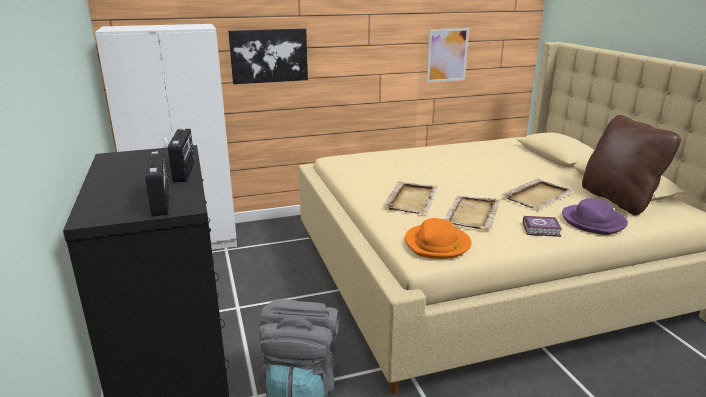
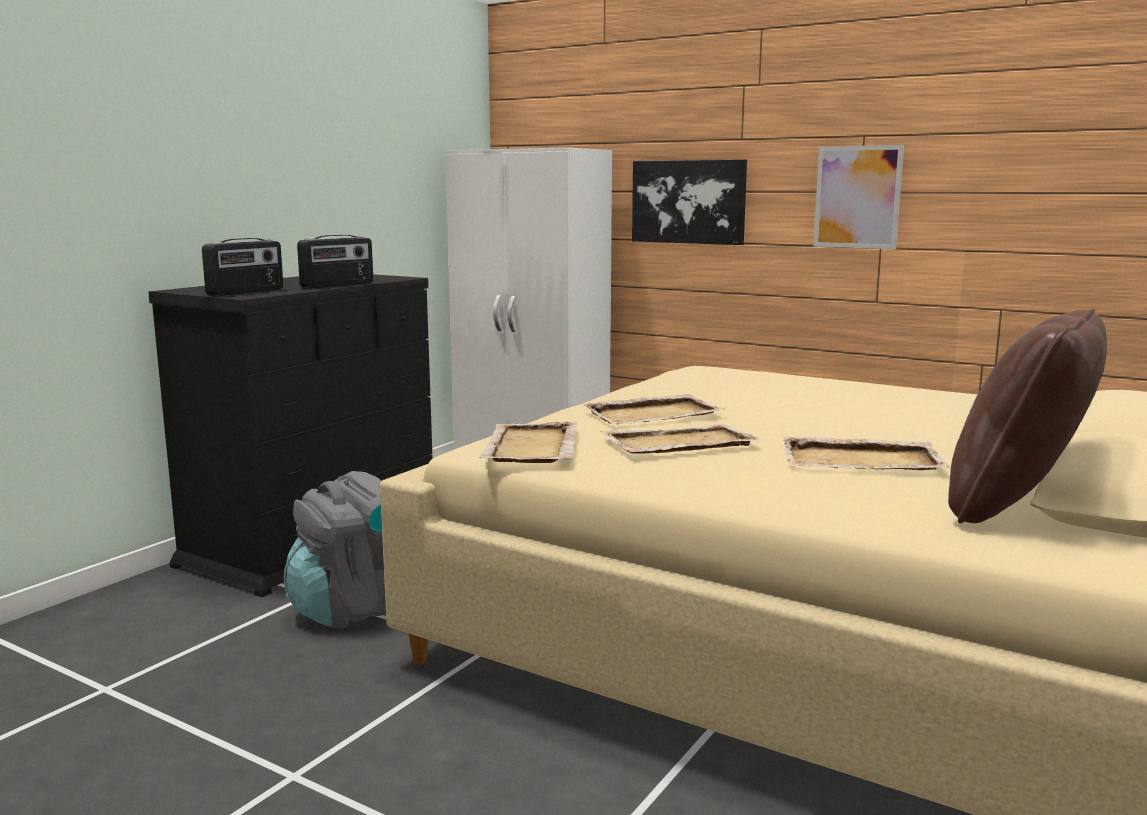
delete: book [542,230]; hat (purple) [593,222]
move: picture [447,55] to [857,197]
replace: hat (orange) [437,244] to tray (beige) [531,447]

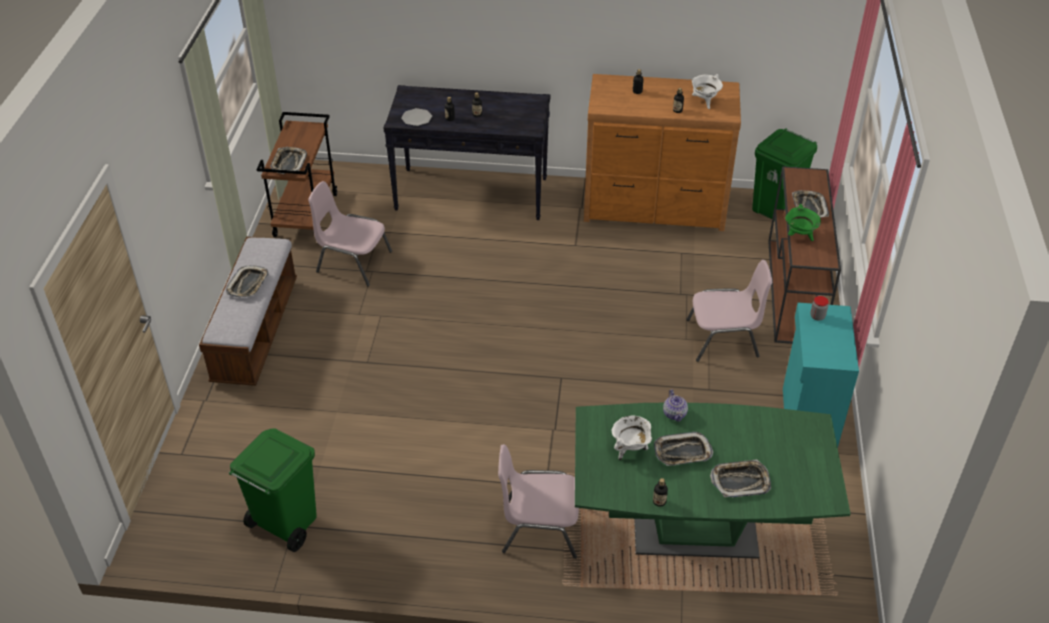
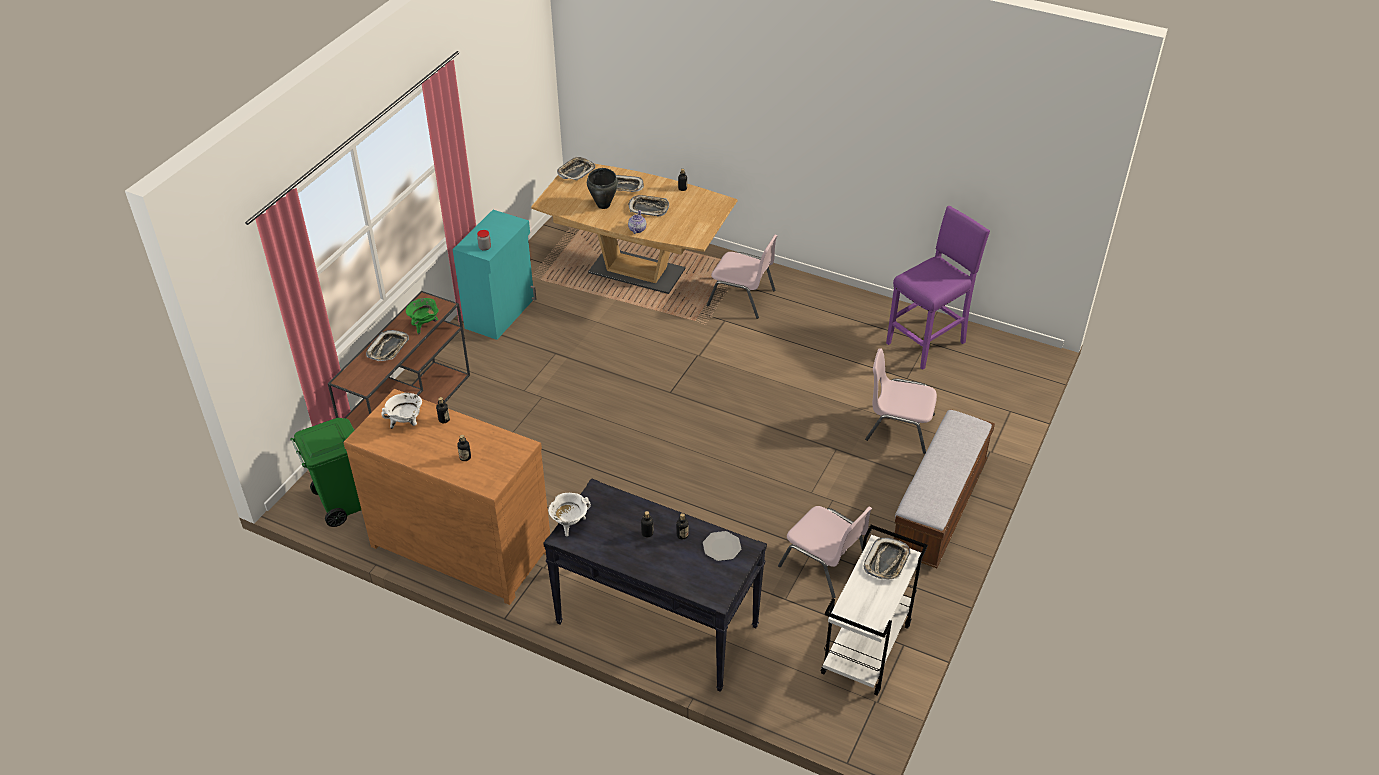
insert: cooking pot (black) [603,205]
move: tray [248,284] to [576,171]; cooking pot (white) [630,449] to [570,524]; chair (pink) [723,339] to [898,427]
replace: trash can (green) [285,524] to stool (purple) [927,342]
recolor: cart (brown) [305,214] to cart (white) [866,650]; dining table (green) [695,532] to dining table (brown) [636,271]

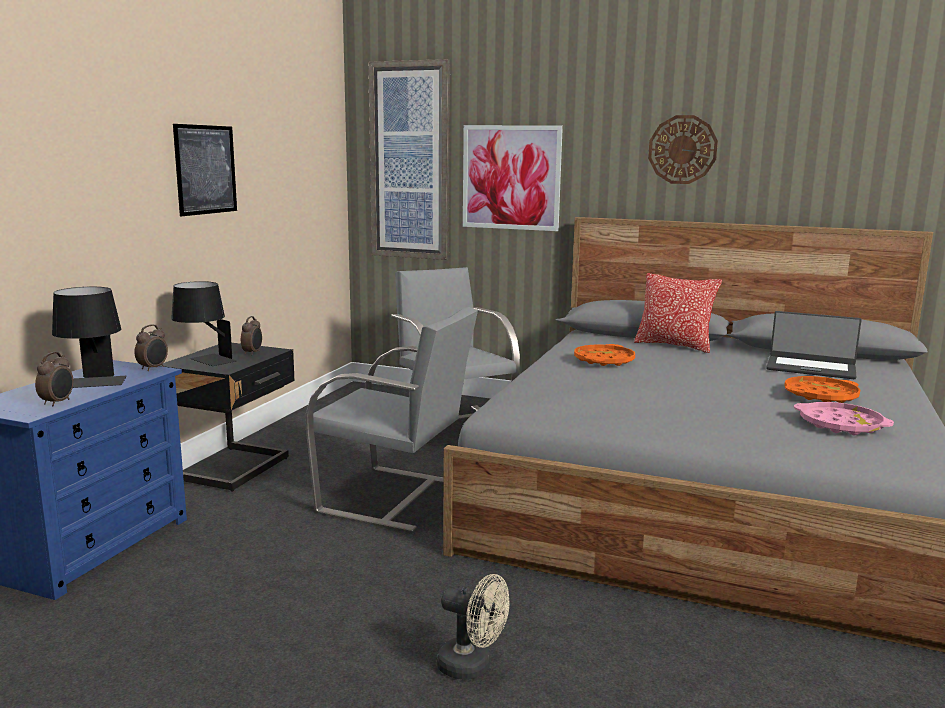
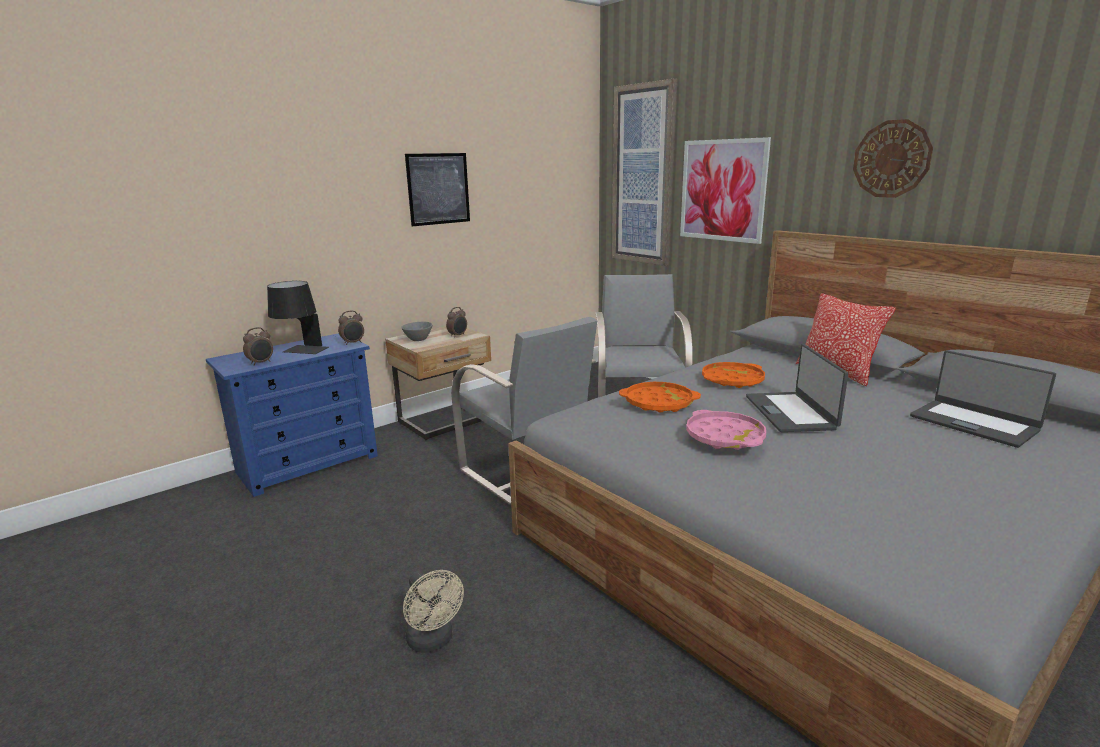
insert: laptop [791,412]
move: tray (orange) [820,395] to [658,403]; tray (pink) [840,425] to [725,437]
replace: table lamp (black) [204,361] to bowl (grey) [417,339]
recolor: nightstand (black) [235,469] to nightstand (beige) [445,422]

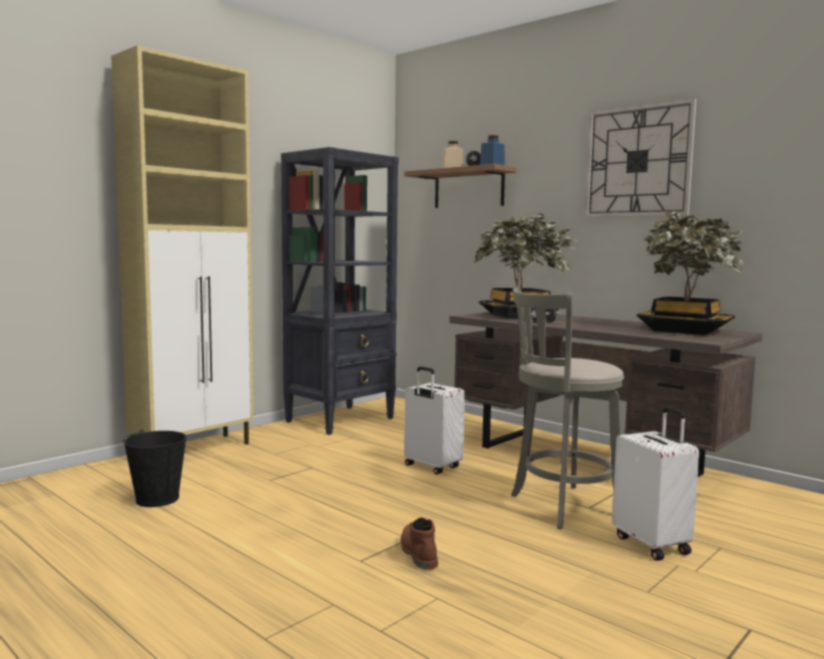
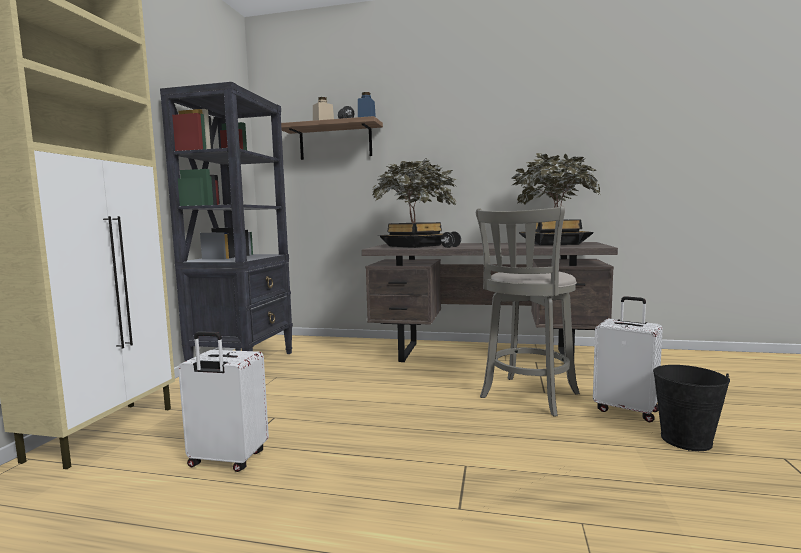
delete: boot (brown) [417,553]; wall clock [638,161]
move: bucket (black) [157,499] to [685,440]; suitcase (white) [431,467] to [227,460]

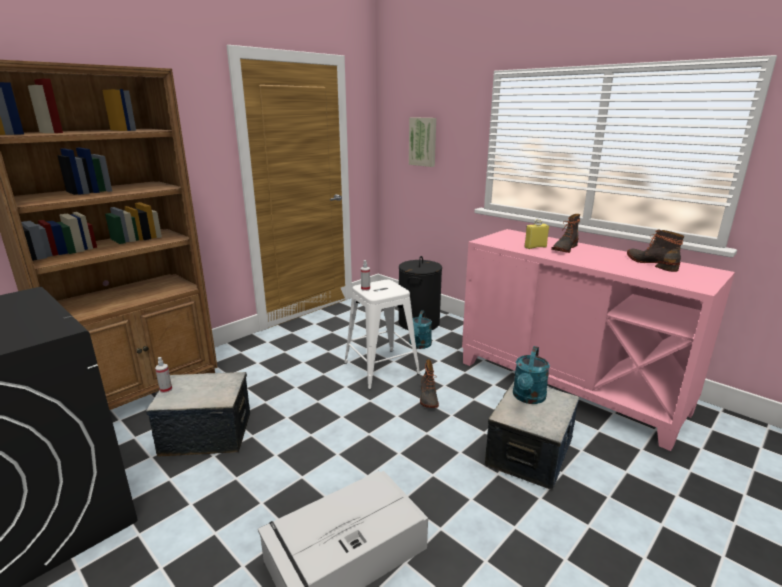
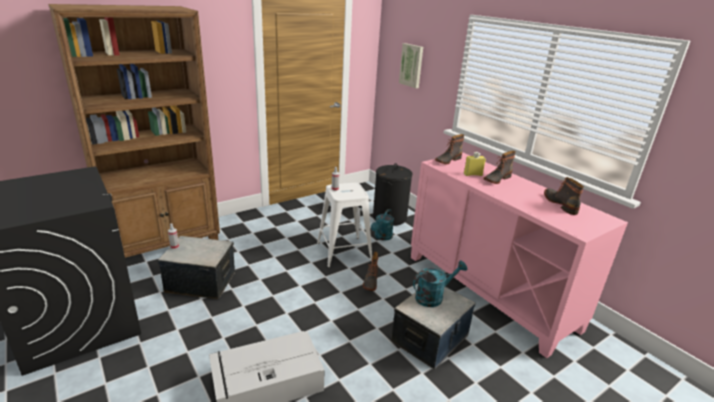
insert: boot [447,160]
rotate: watering can (turquoise) [528,398] = [433,297] 150 degrees counterclockwise

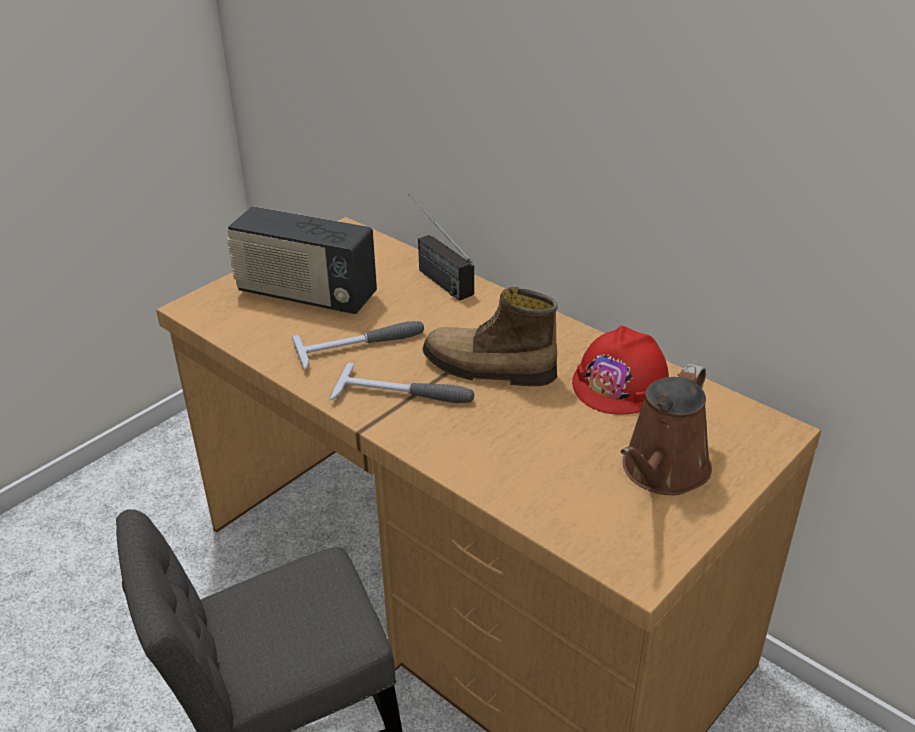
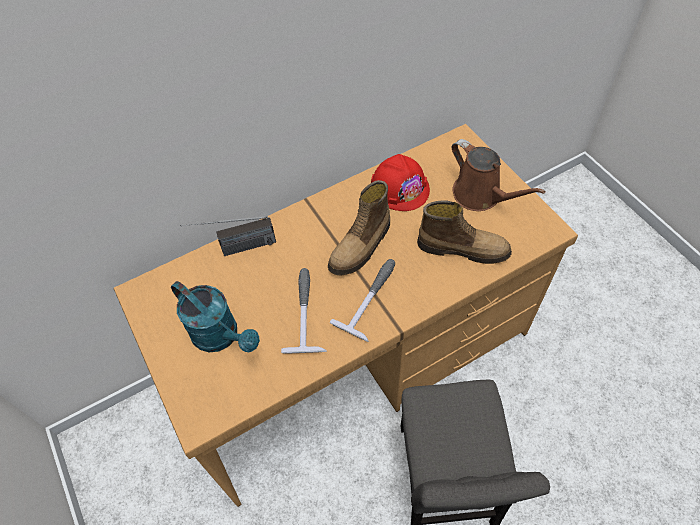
insert: boot [463,248]
replace: radio [306,295] to watering can (turquoise) [221,336]

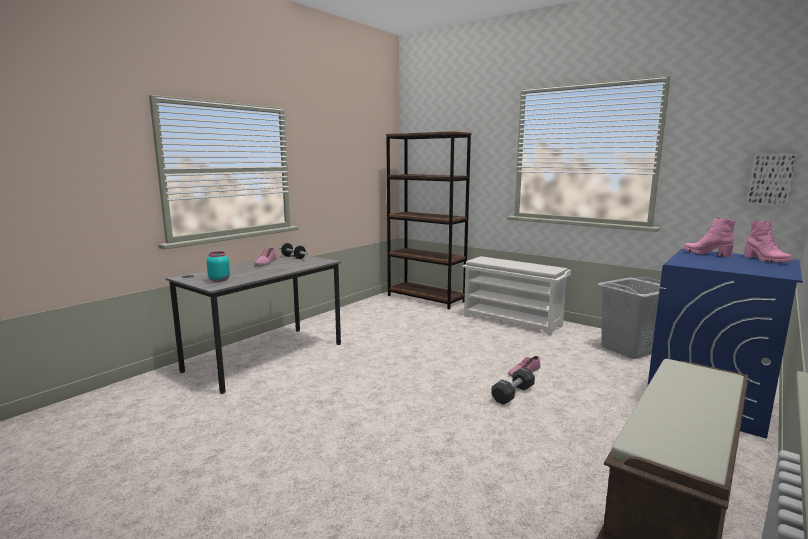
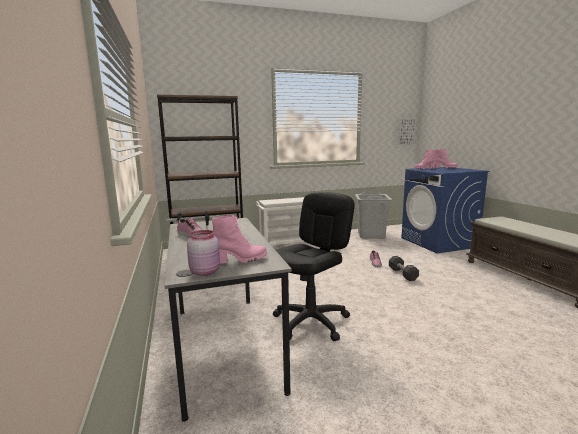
insert: jar (pink) [205,271]; office chair (black) [311,322]
replace: jar (turquoise) [219,280] to boot (pink) [241,260]

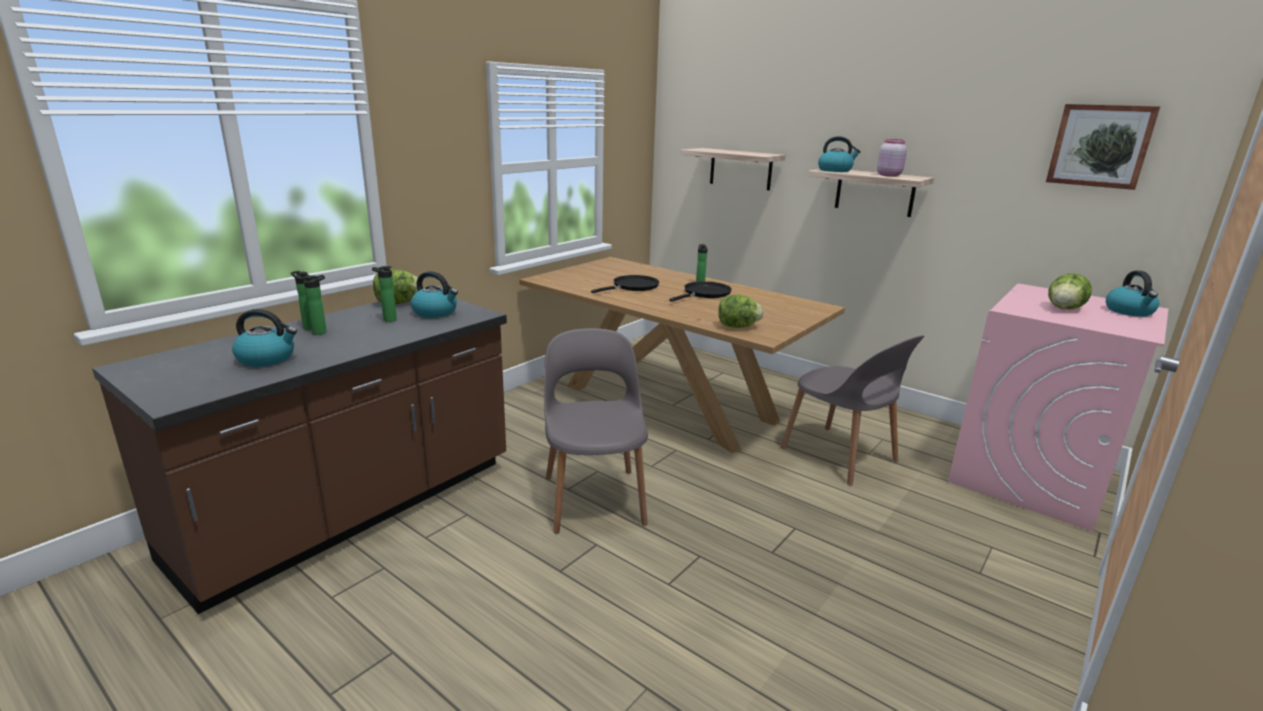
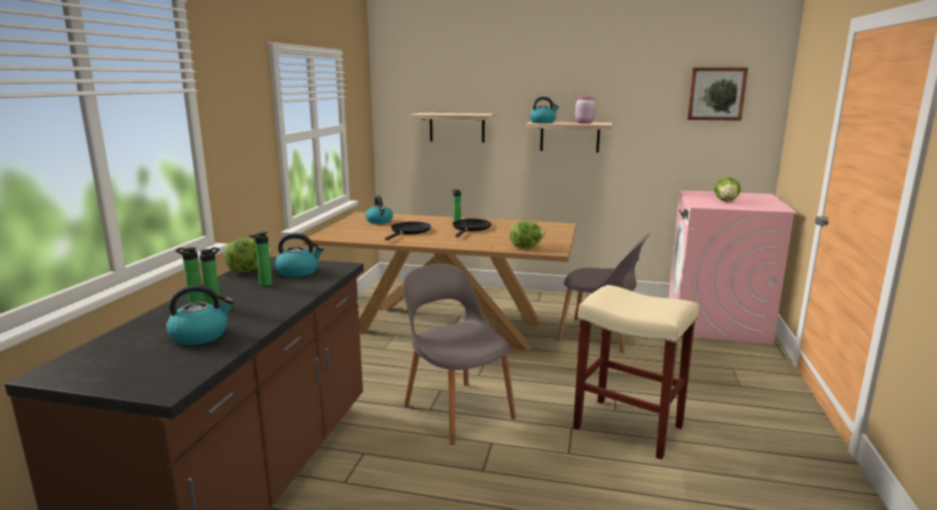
insert: stool (beige) [629,427]
move: kettle [1129,311] to [379,221]

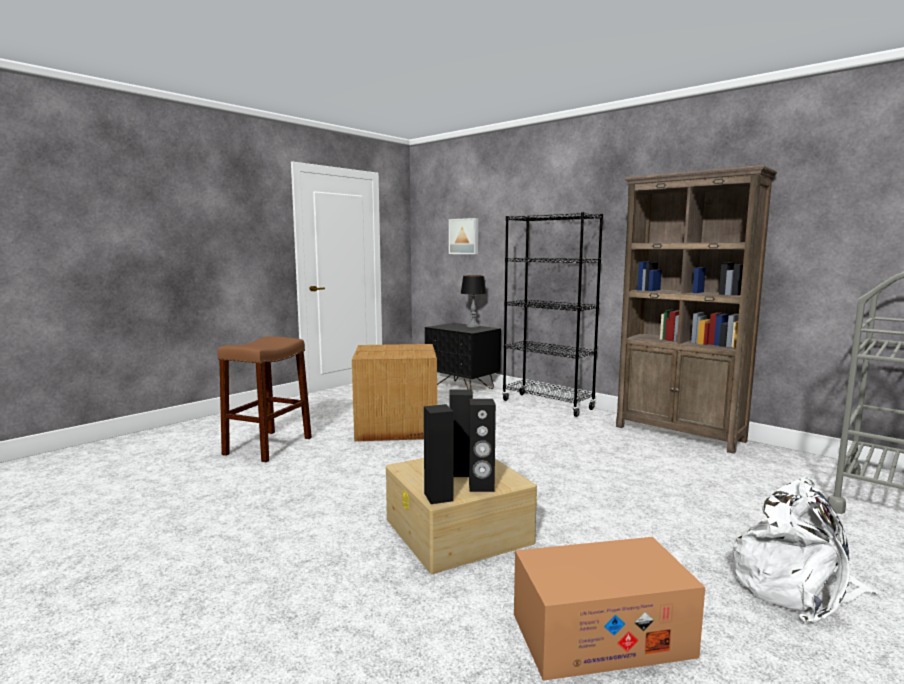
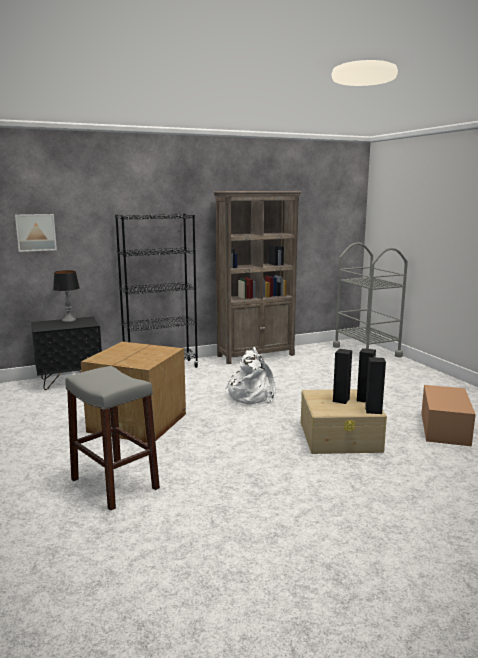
move: backpack (white) [796,588] to [251,396]
recolor: stool (brown) [268,446] to stool (grey) [114,484]

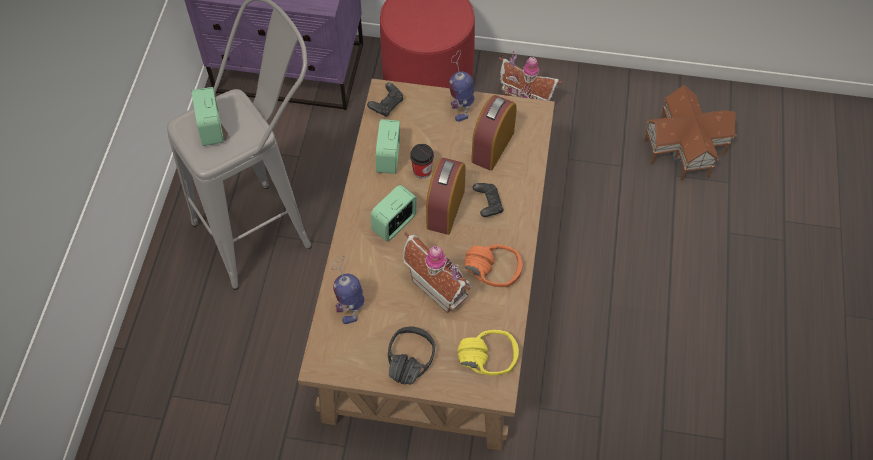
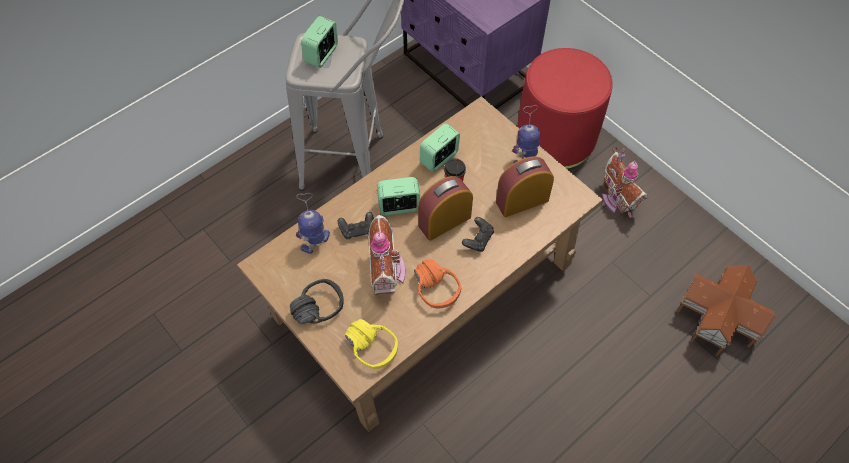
move: game controller (black) [386,105] to [357,230]

